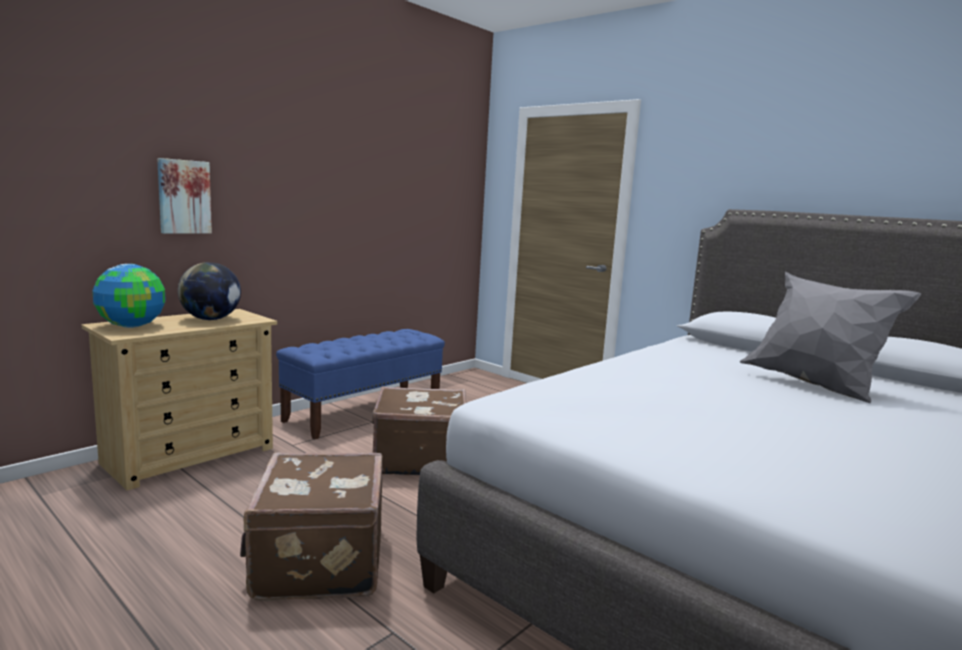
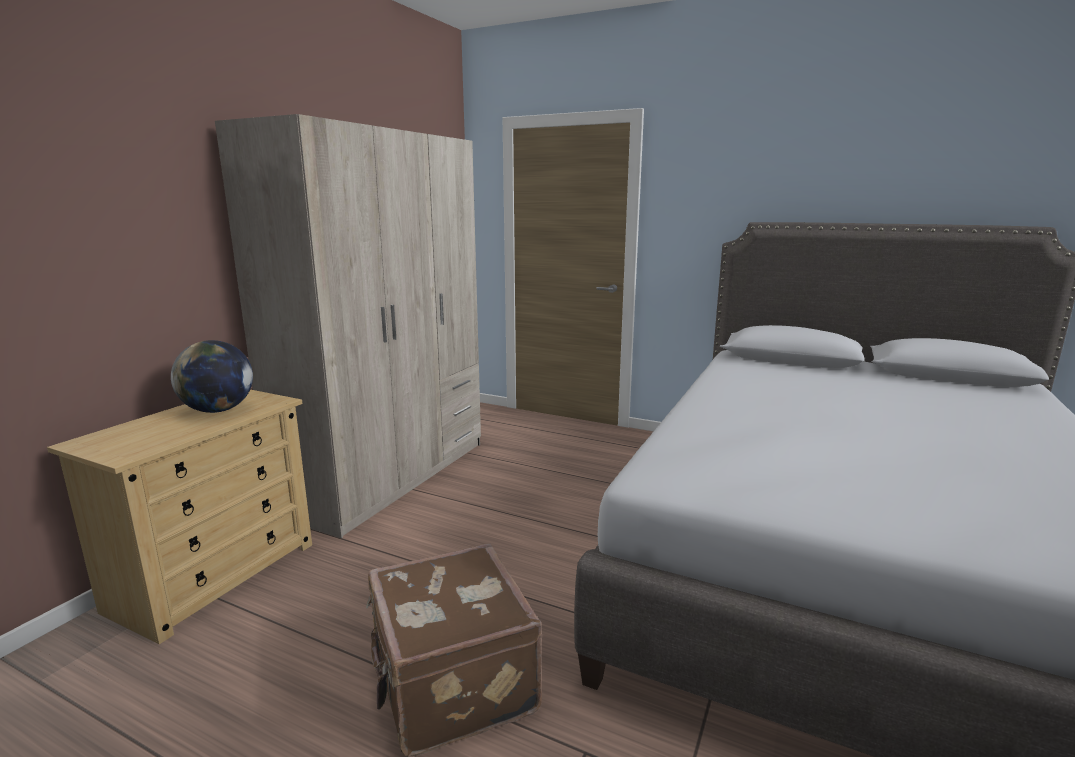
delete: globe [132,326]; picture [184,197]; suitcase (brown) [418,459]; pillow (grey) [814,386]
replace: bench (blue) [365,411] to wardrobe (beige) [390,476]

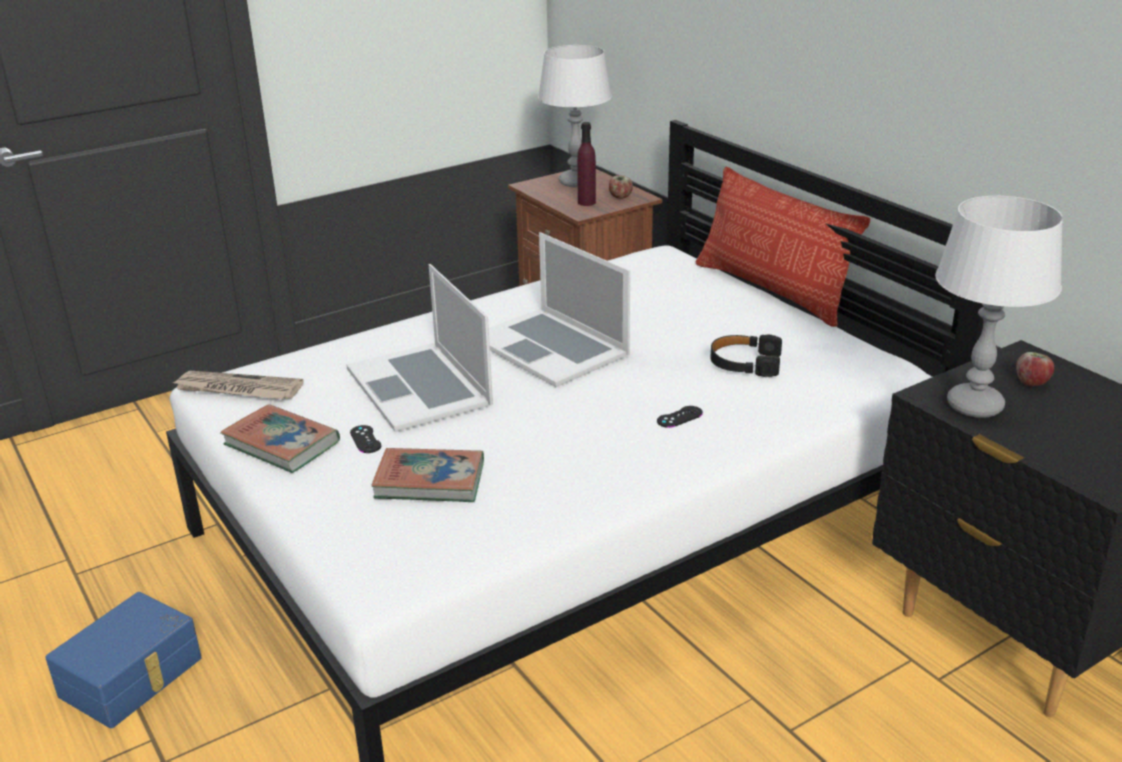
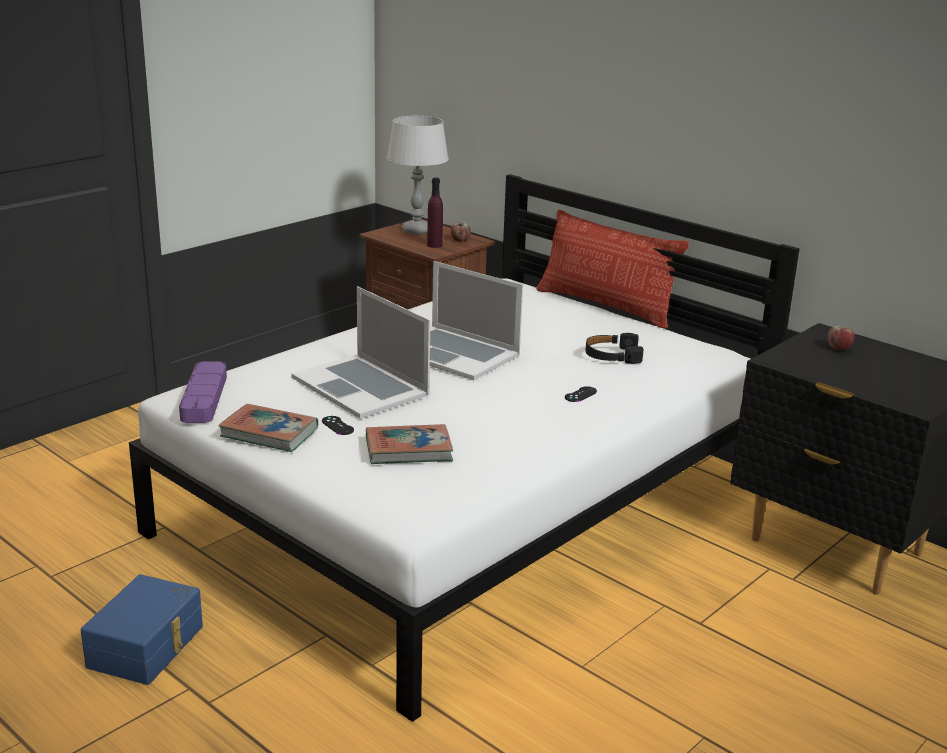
delete: table lamp (grey) [974,405]
replace: newspaper [237,389] to tray (purple) [204,397]

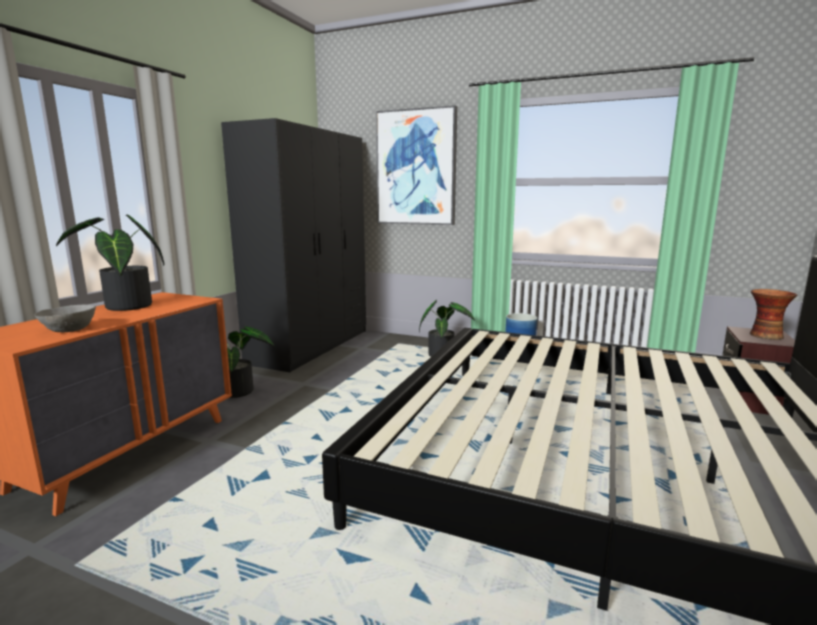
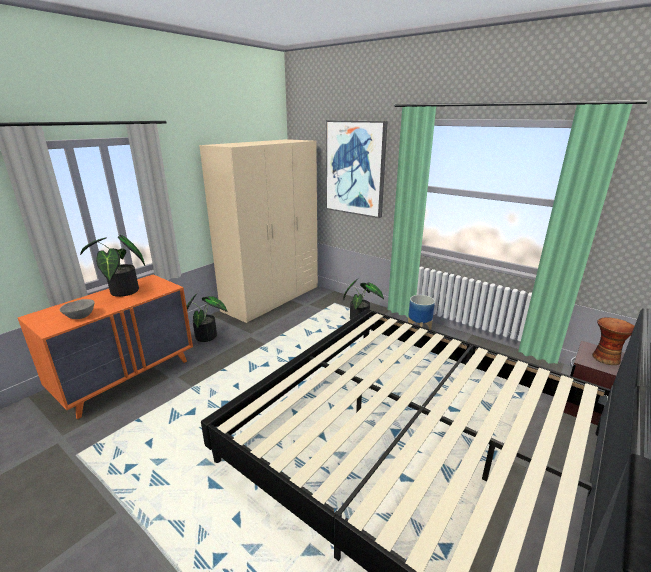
recolor: wardrobe (black) [311,346] to wardrobe (beige) [272,298]

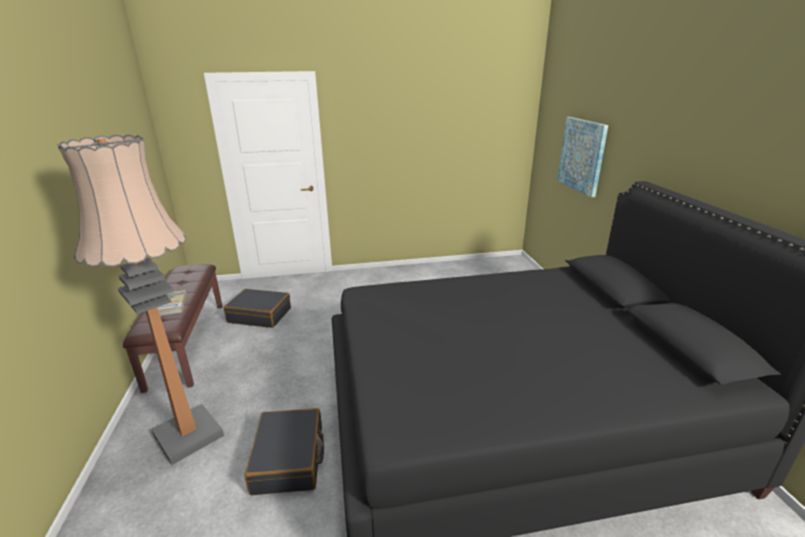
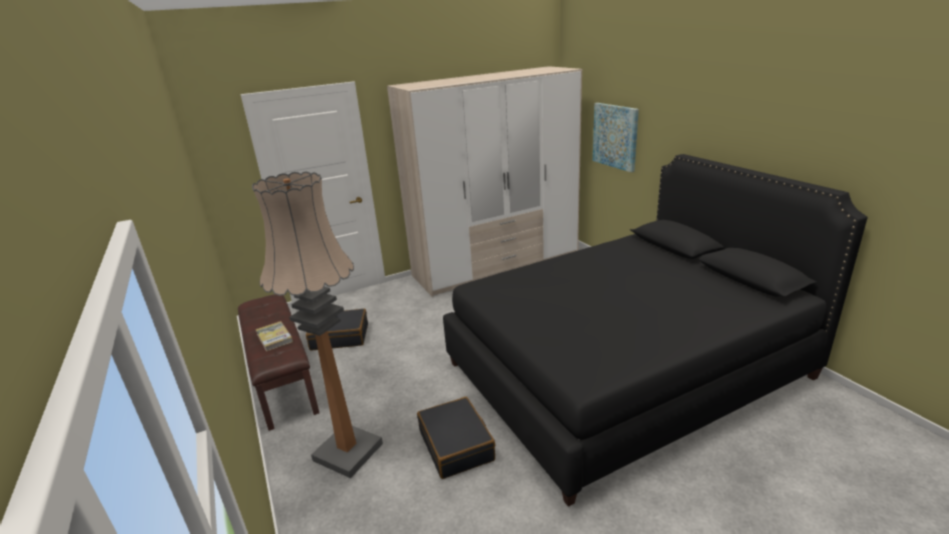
insert: wardrobe [497,265]

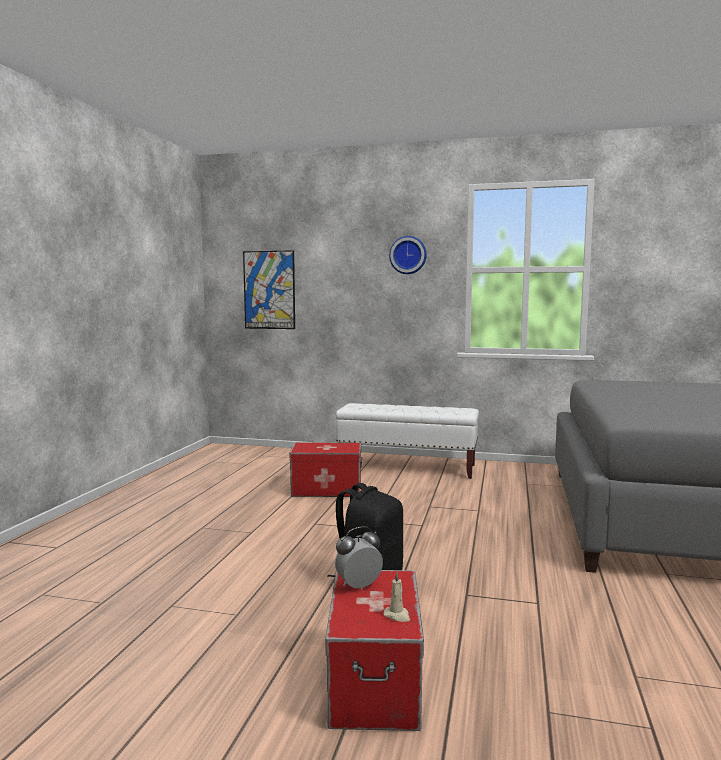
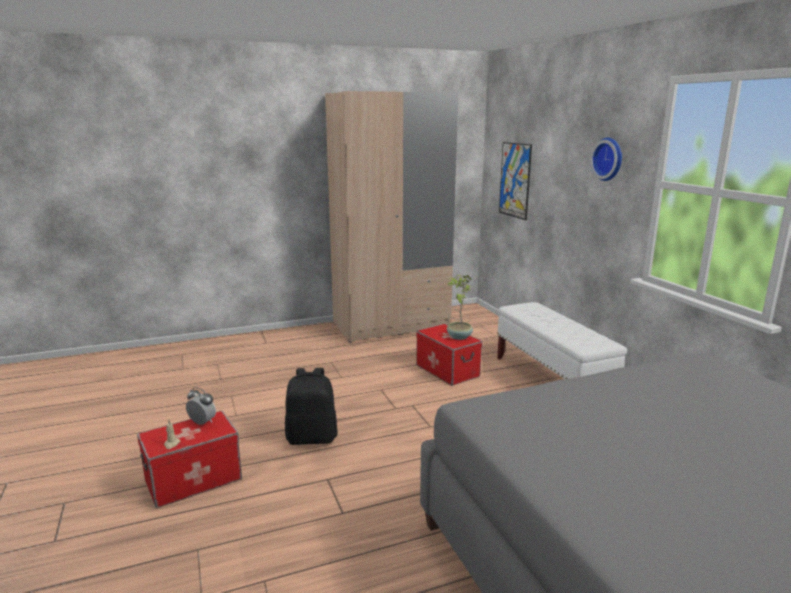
insert: wardrobe (beige) [391,325]; potted plant [458,337]

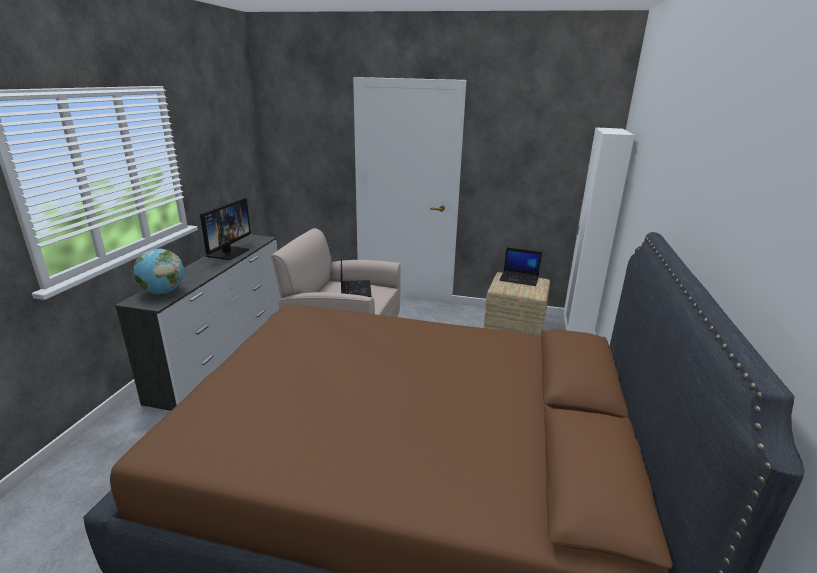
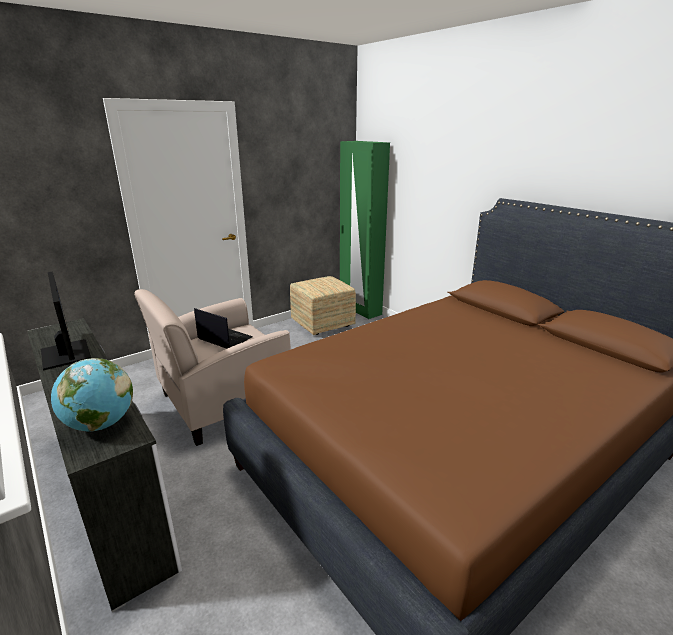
delete: laptop [519,278]
recolor: wardrobe (white) [576,331] to wardrobe (green) [360,310]

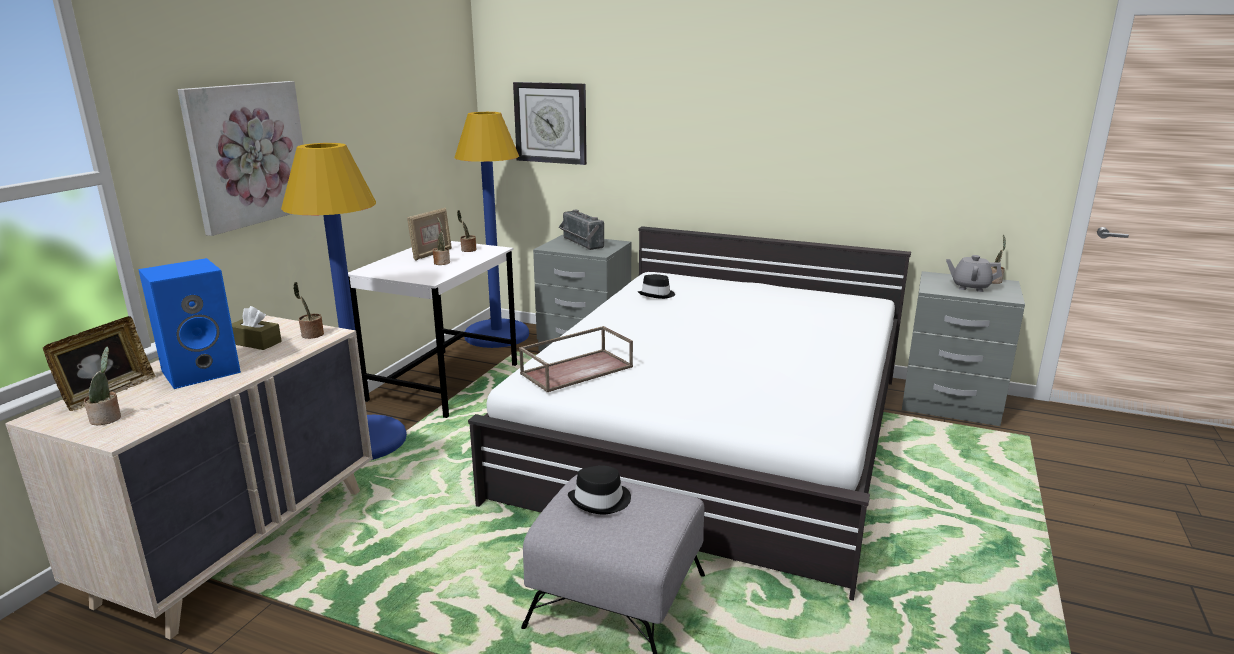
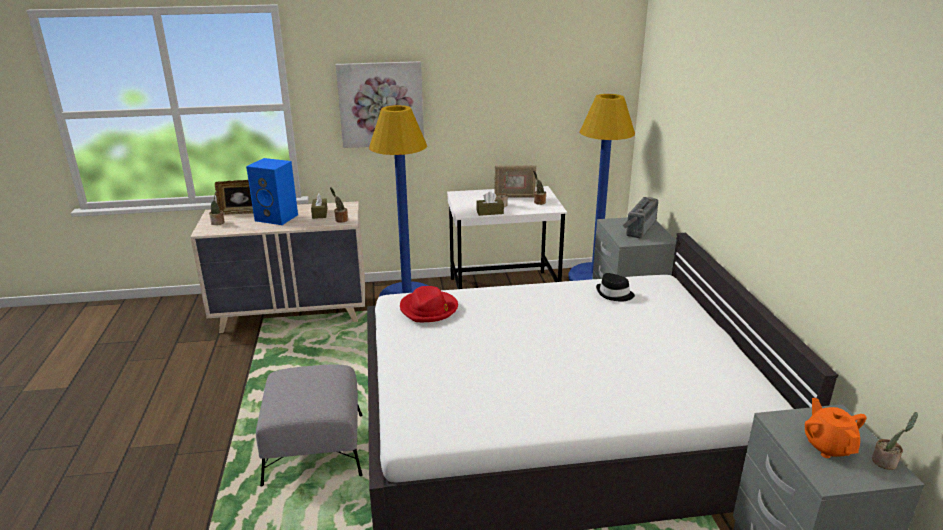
delete: wall clock [551,123]; hat (black) [601,500]
insert: tissue box (brown) [490,212]
replace: tray (brown) [577,369] to hat (red) [429,309]
recolor: teapot (grey) [970,287] to teapot (orange) [828,446]

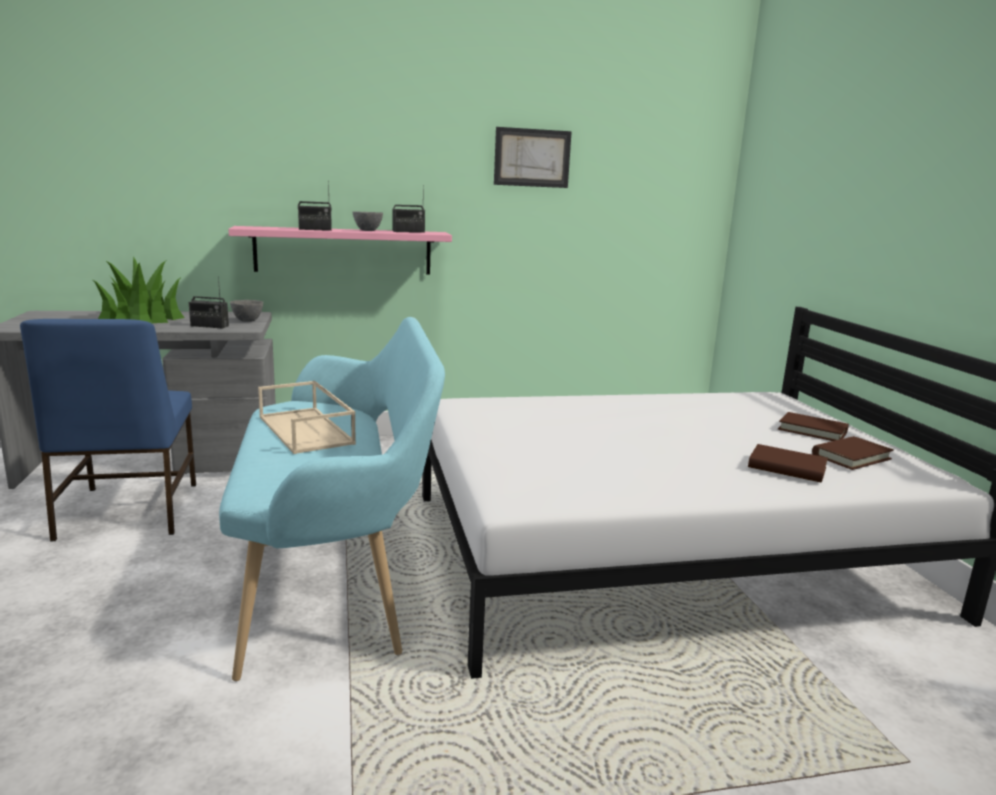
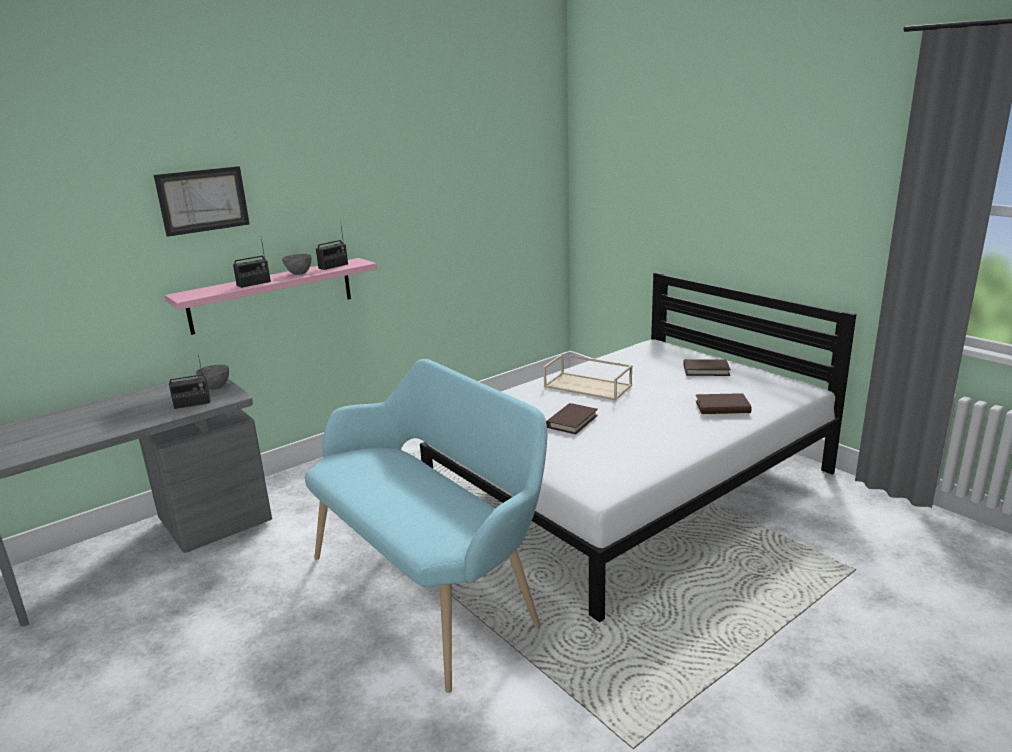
delete: chair (blue) [127,512]; potted plant [142,319]
move: tray (beige) [307,430] to [588,386]; picture [532,158] to [203,200]; book (brown) [851,457] to [572,421]

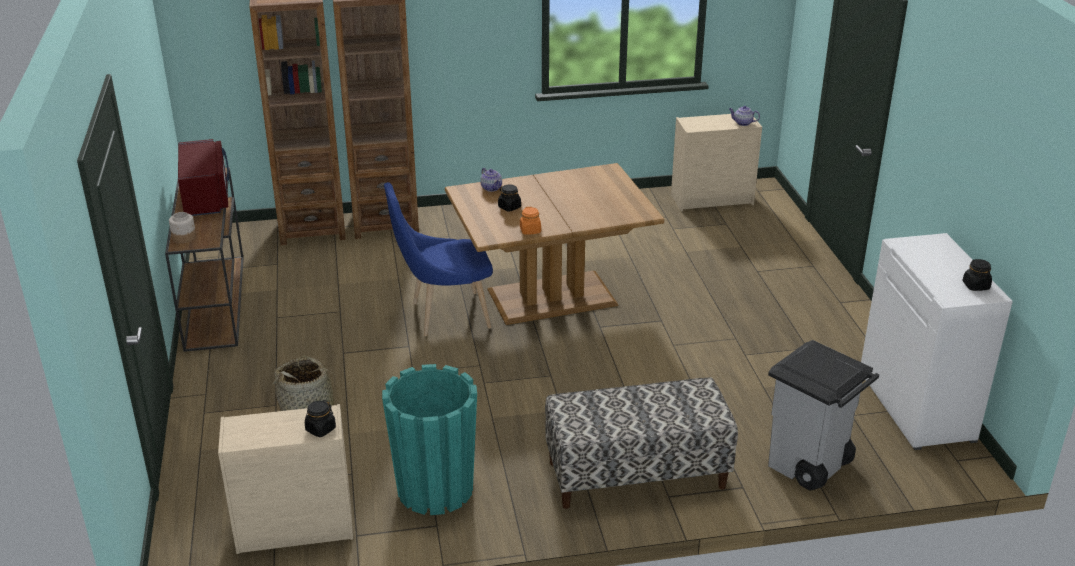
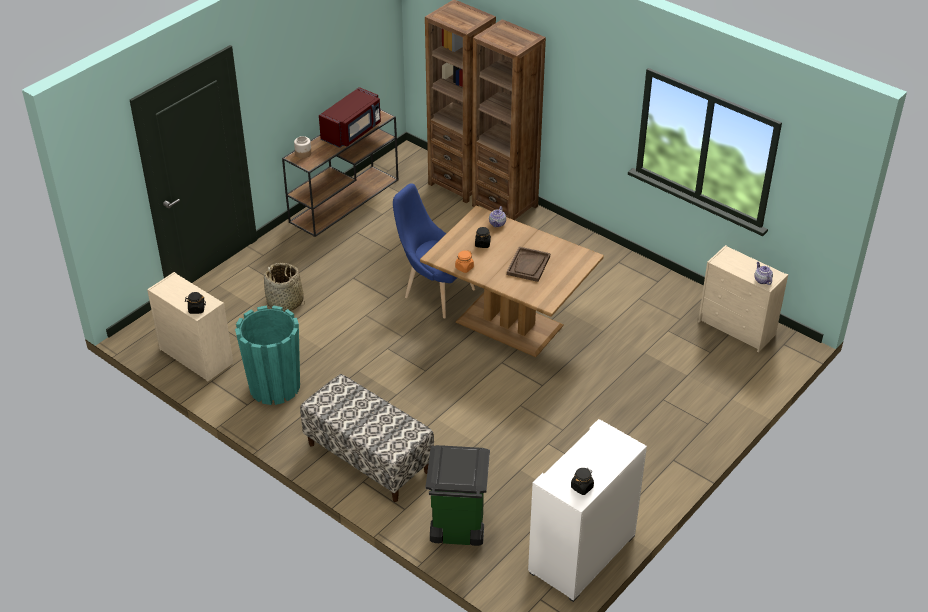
insert: tray (brown) [528,265]
recolor: trash can (grey) [809,466] to trash can (green) [457,529]

